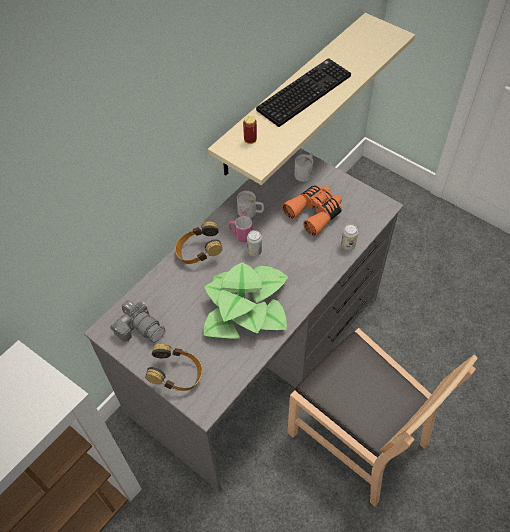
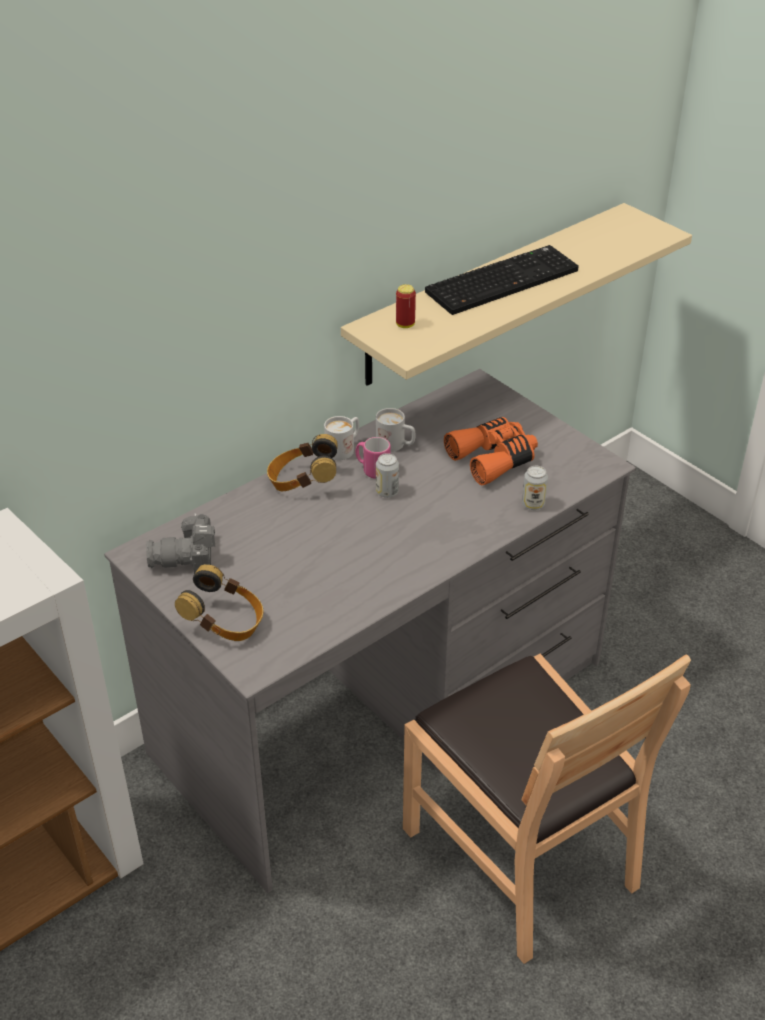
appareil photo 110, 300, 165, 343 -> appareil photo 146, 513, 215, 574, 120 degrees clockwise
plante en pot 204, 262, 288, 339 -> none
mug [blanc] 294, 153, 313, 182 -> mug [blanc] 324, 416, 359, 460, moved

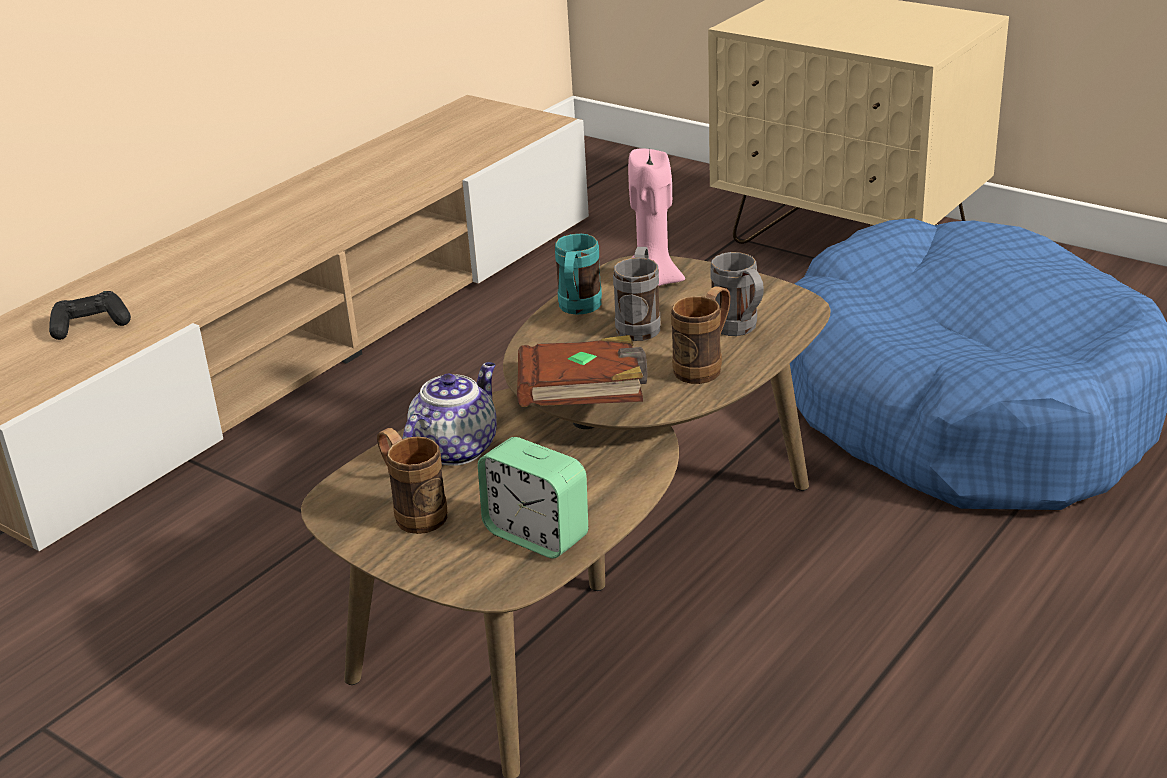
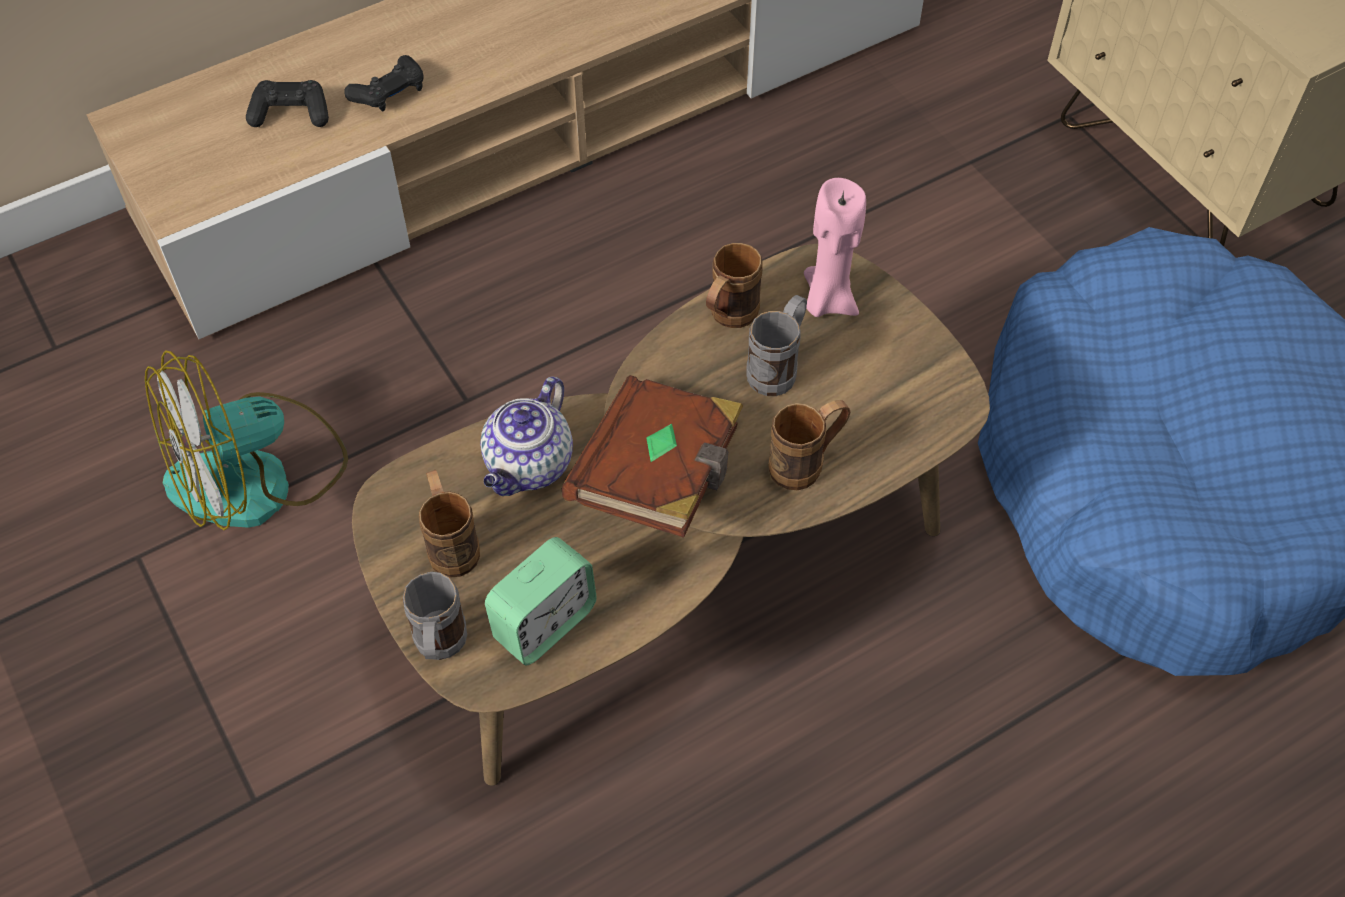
théière 403, 362, 497, 466 -> théière 480, 376, 573, 496, 150 degrees clockwise
réveil 478, 437, 588, 559 -> réveil 485, 537, 597, 665, 105 degrees counterclockwise
mug [turquoise] 555, 234, 602, 315 -> mug [marron] 706, 243, 763, 328
mug [gris] 710, 252, 764, 336 -> mug [gris] 403, 572, 467, 660, moved
none -> ventilateur 145, 350, 348, 530
none -> manette [noir] 344, 55, 424, 111

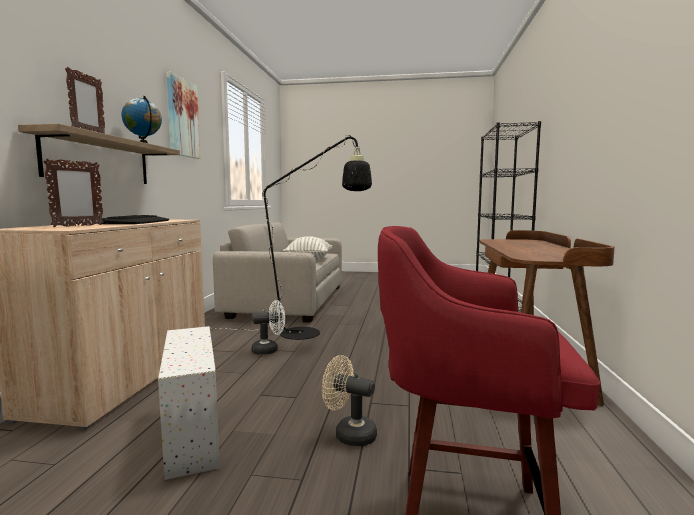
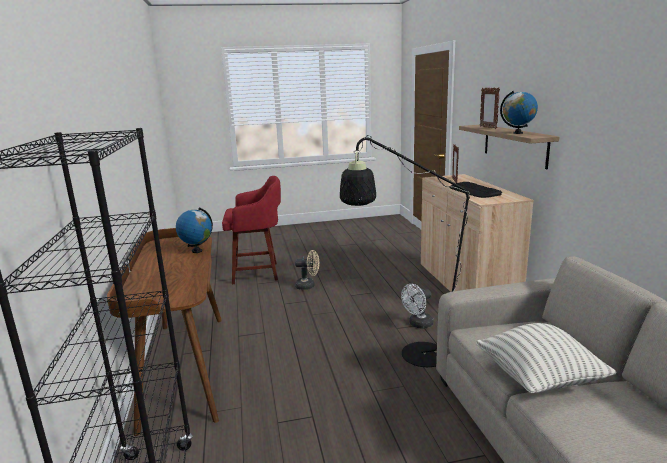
boîte de rangement [blanc] 158, 326, 220, 480 -> none
tableau 166, 72, 201, 159 -> none
none -> globe 176, 207, 213, 253

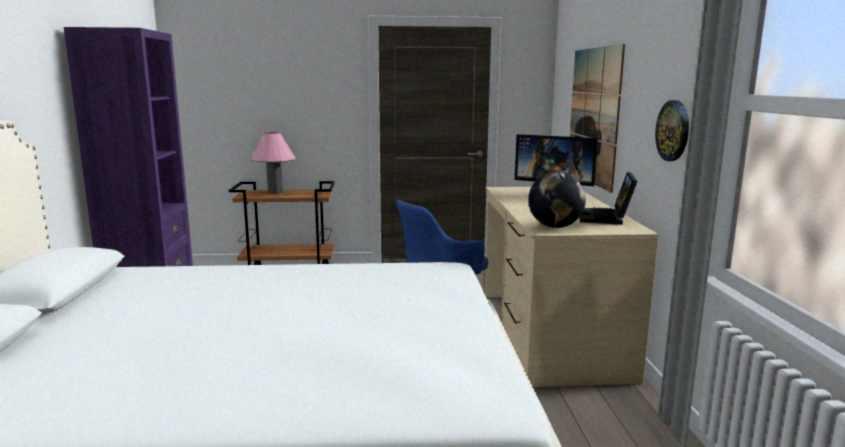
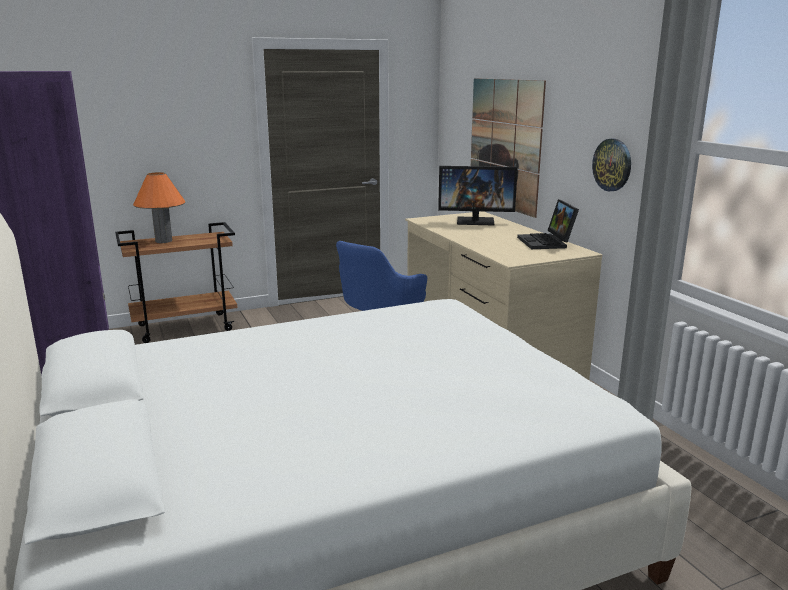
lampe de table [rose] 251, 132, 296, 194 -> lampe de table [orange] 133, 172, 186, 243
globe 528, 171, 586, 228 -> none

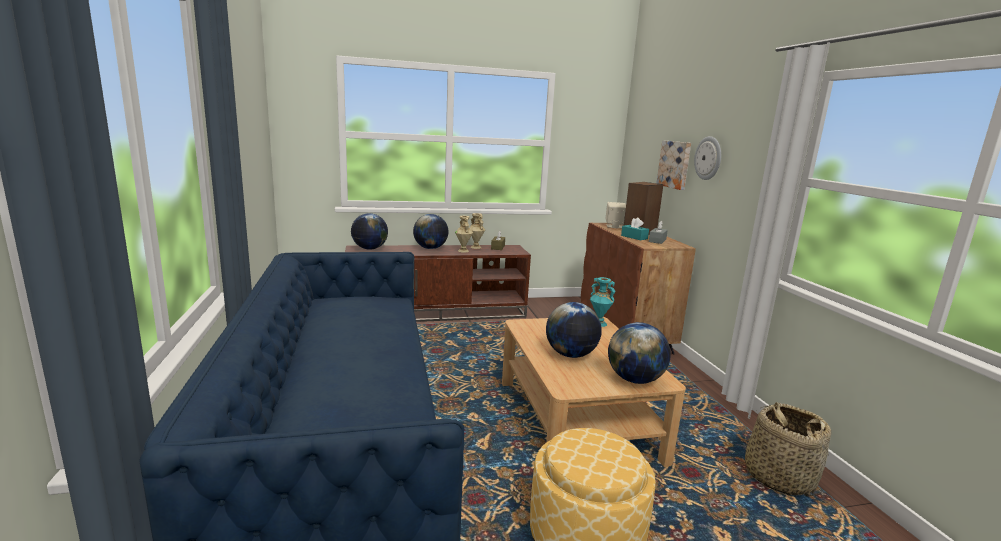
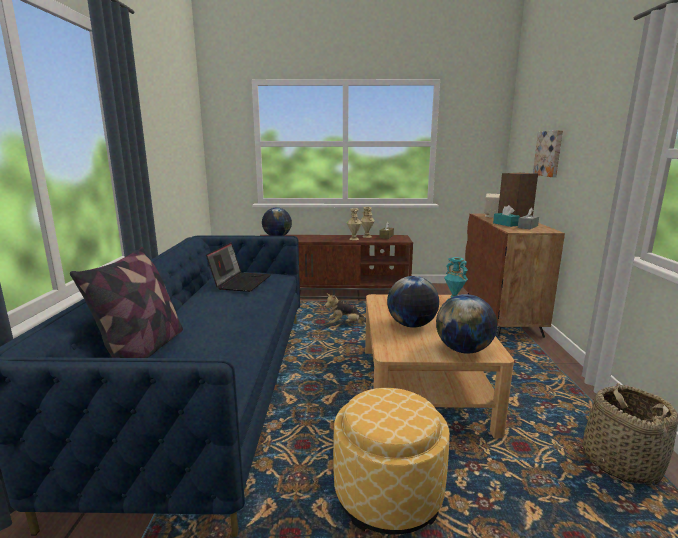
globe 413, 214, 449, 249 -> none
horloge murale 694, 136, 721, 180 -> none
none -> coussin 70, 247, 183, 358
none -> ordinateur portable 206, 242, 271, 292
none -> peluche 325, 293, 366, 324

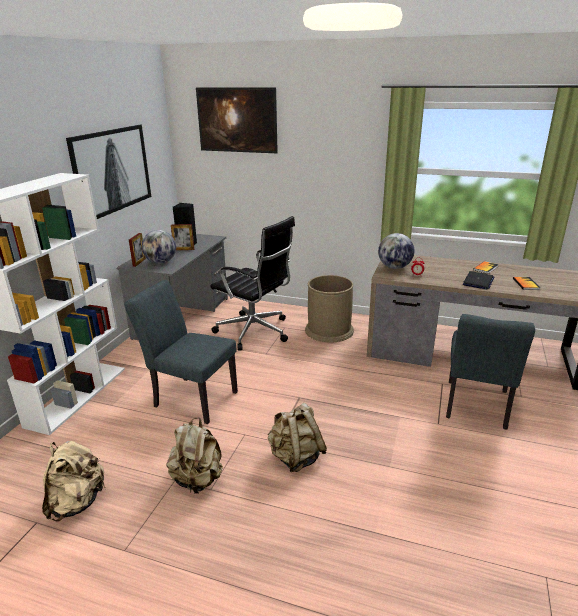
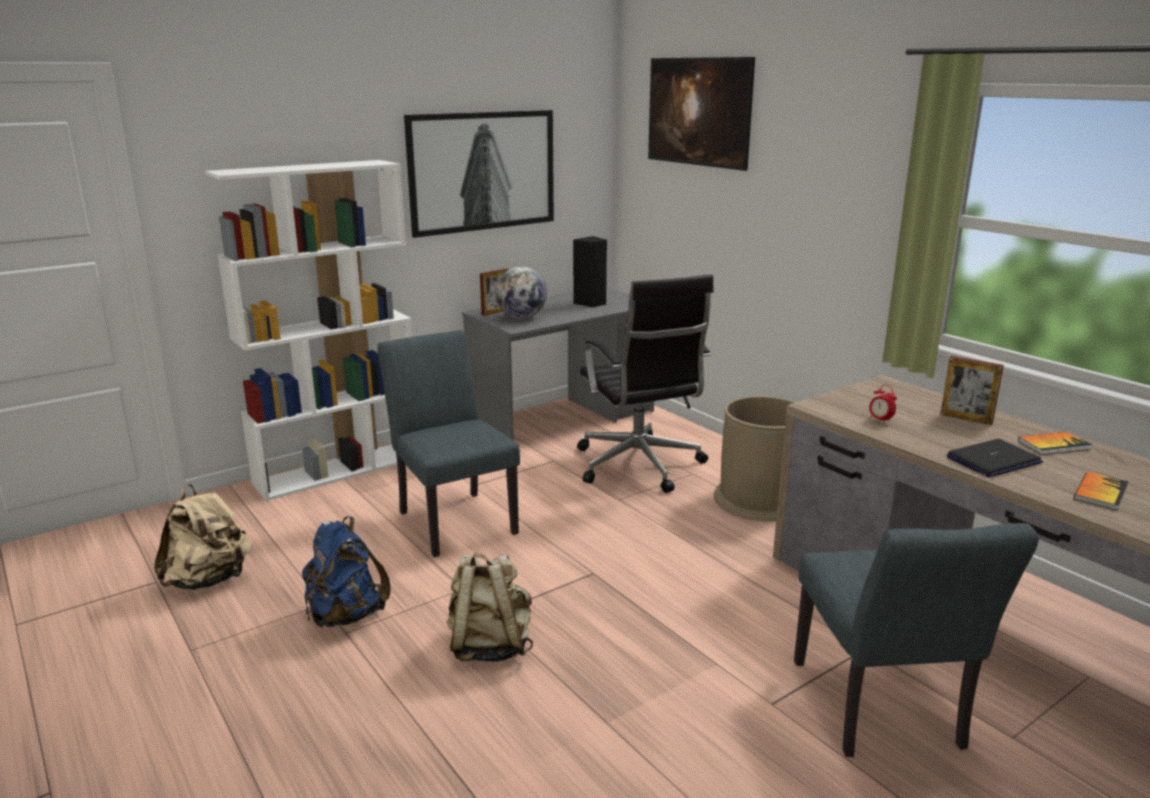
sac à dos [beige] 166, 418, 223, 494 -> sac à dos [bleu] 302, 516, 390, 628
cadre photo 171, 224, 194, 250 -> cadre photo 940, 356, 1004, 425, moved
globe 378, 233, 415, 269 -> none
chaise [gris] 446, 314, 535, 430 -> chaise [gris] 794, 523, 1039, 757, 60 degrees counterclockwise

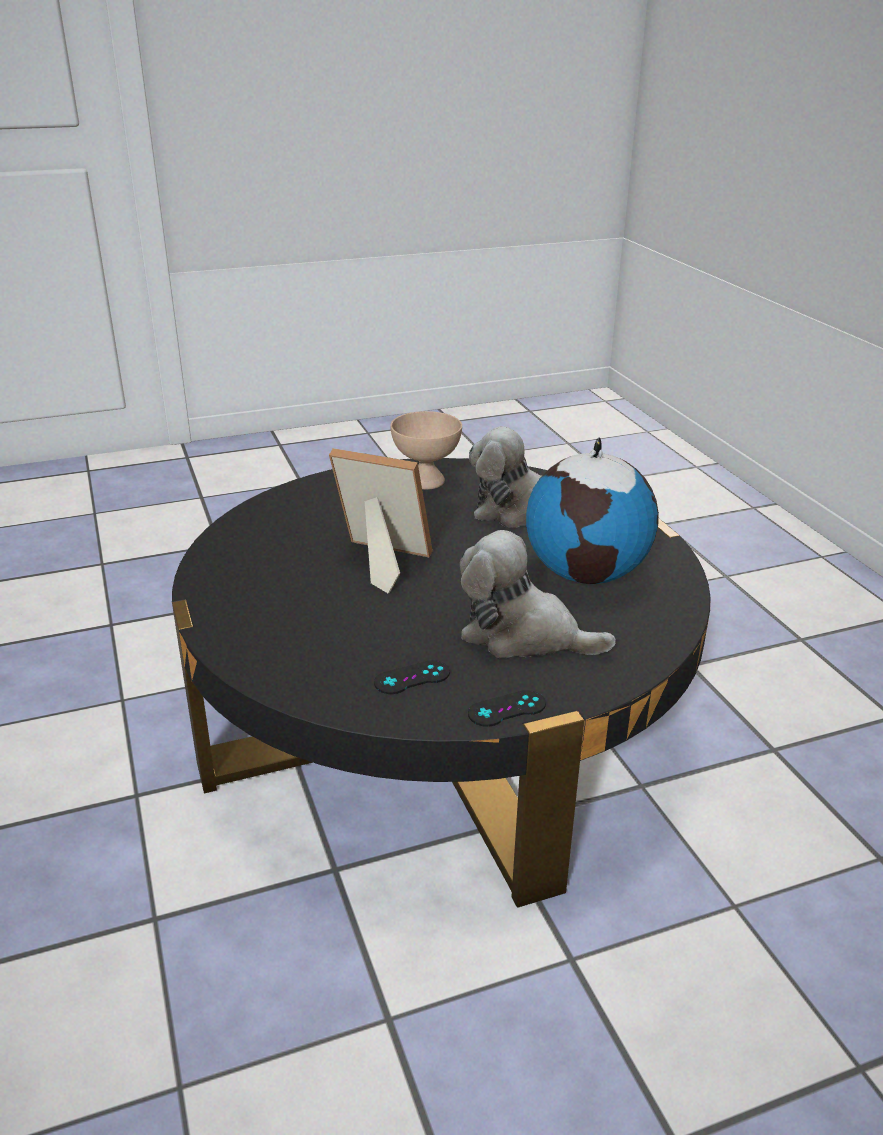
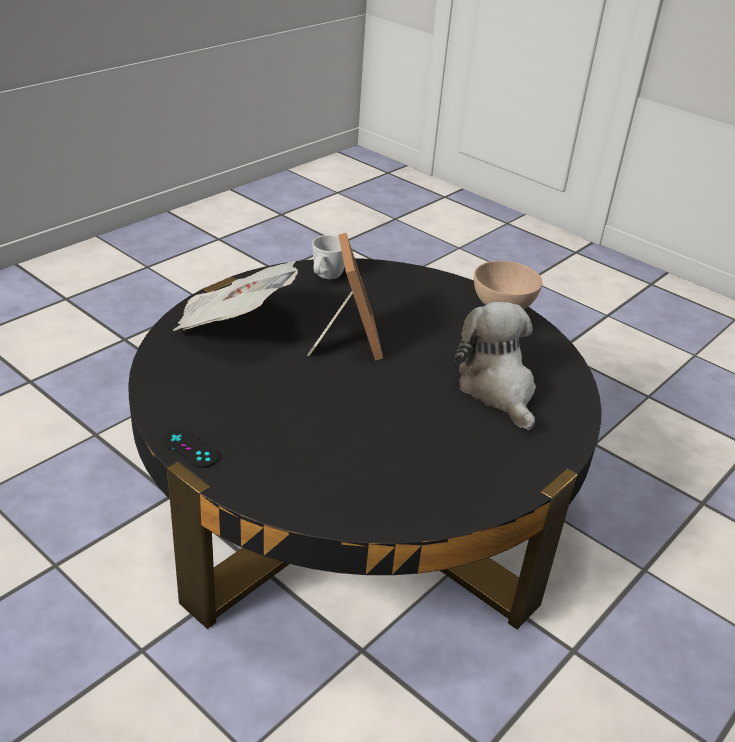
manette [noir] 374, 660, 450, 694 -> none
peluche 460, 530, 616, 658 -> none
globe 526, 437, 659, 584 -> none
none -> journal 173, 261, 298, 331
none -> mug [blanc] 312, 235, 345, 279

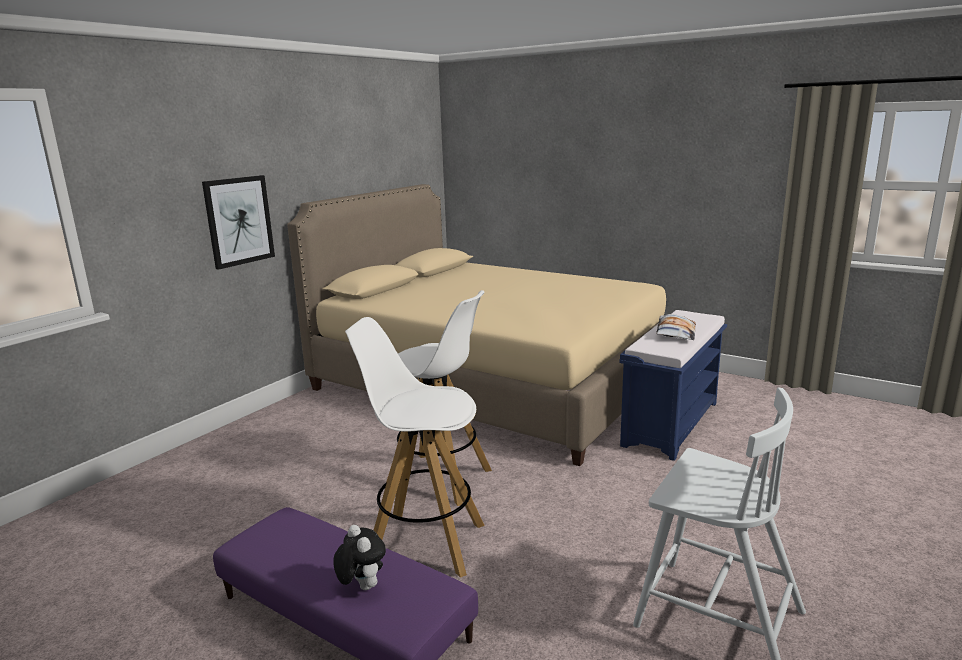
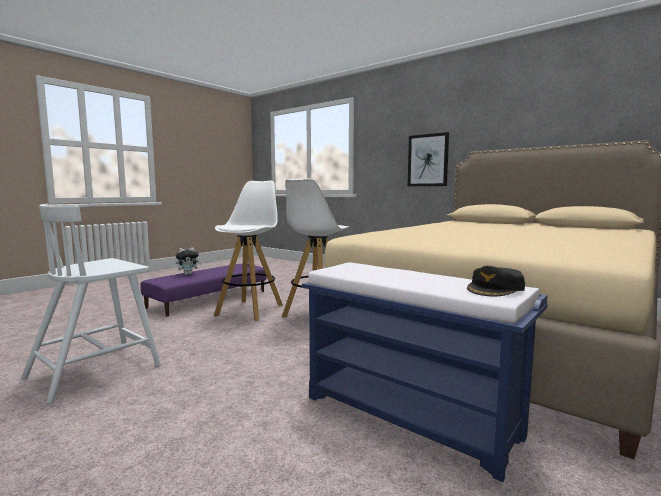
coussin 656, 314, 696, 340 -> none
none -> casquette [noir] 467, 266, 525, 296

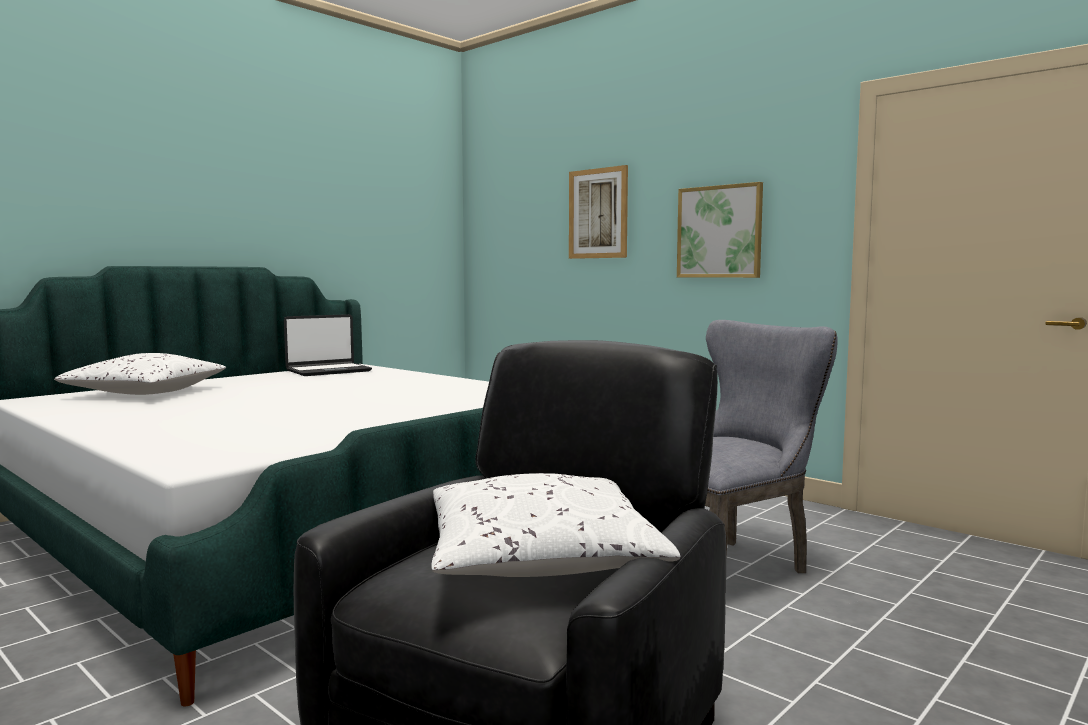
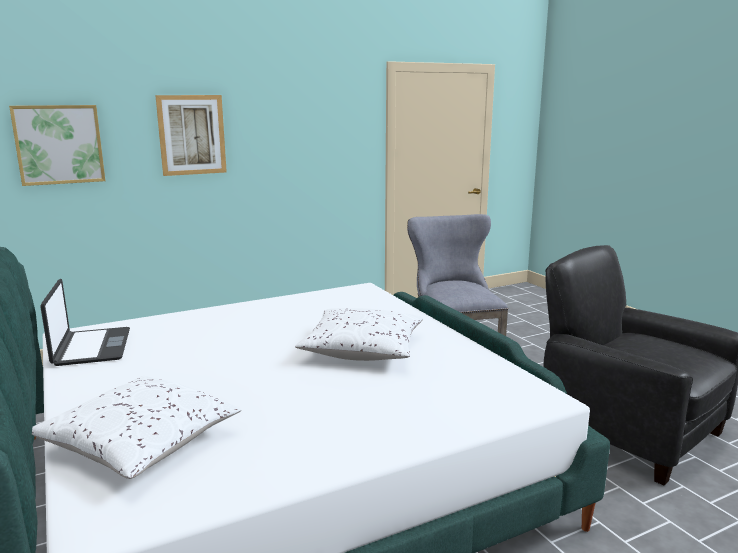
coussin [blanc] 431, 473, 680, 577 -> coussin [blanc] 295, 308, 423, 361, moved
tableau 677, 182, 763, 278 -> tableau 9, 105, 105, 186, moved

